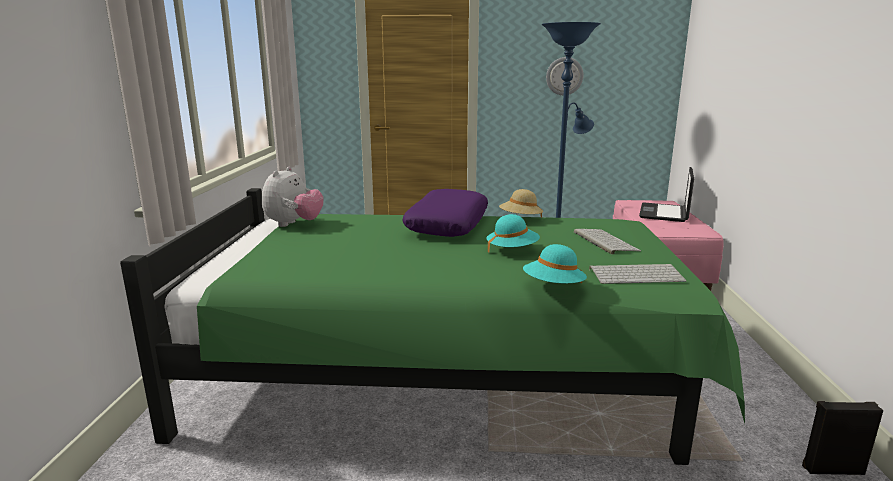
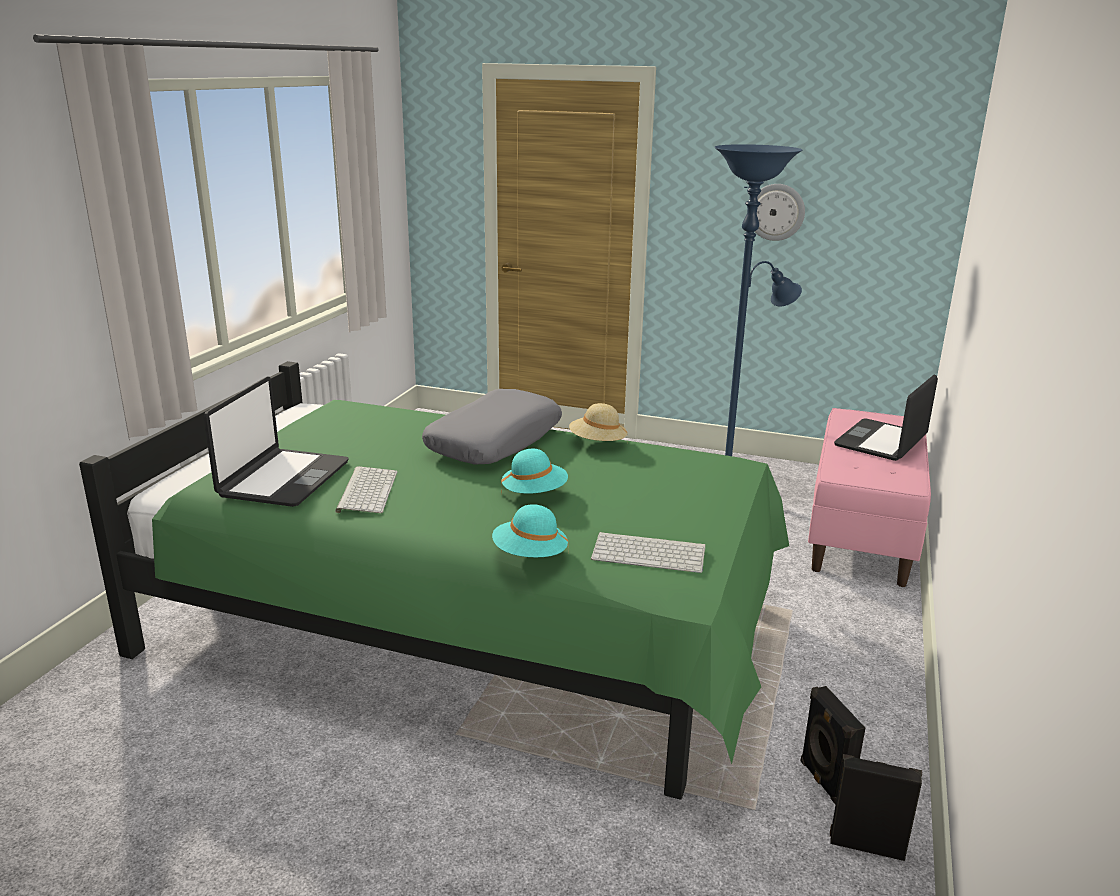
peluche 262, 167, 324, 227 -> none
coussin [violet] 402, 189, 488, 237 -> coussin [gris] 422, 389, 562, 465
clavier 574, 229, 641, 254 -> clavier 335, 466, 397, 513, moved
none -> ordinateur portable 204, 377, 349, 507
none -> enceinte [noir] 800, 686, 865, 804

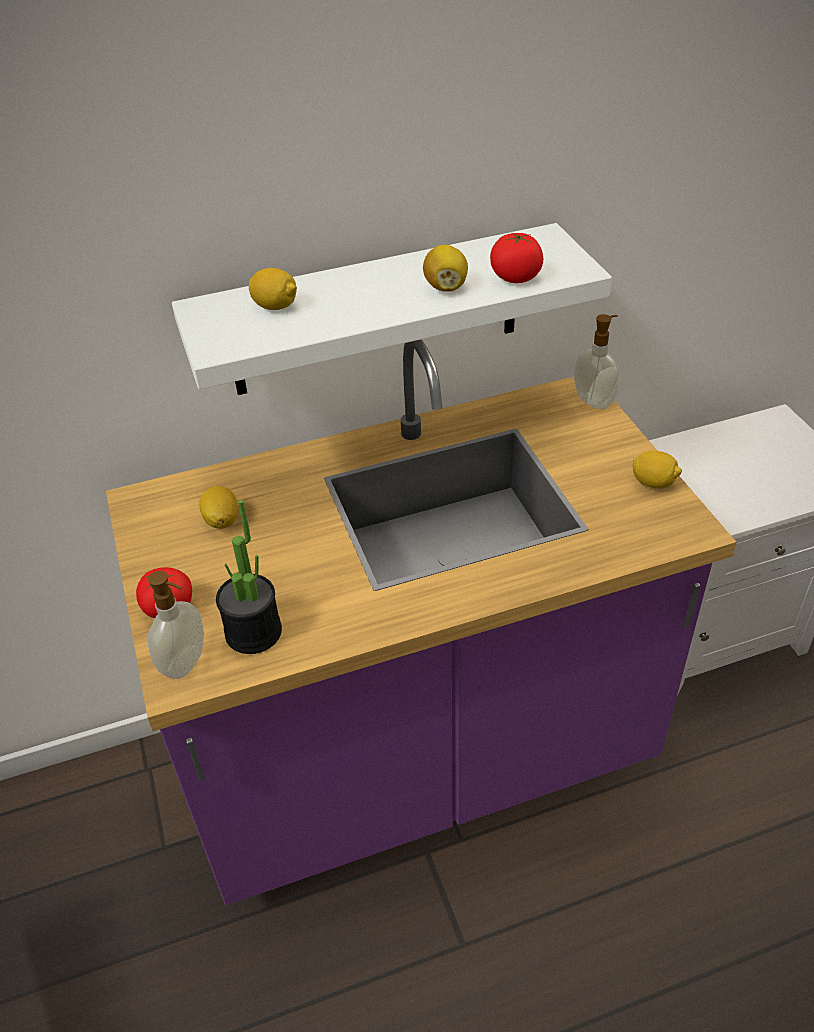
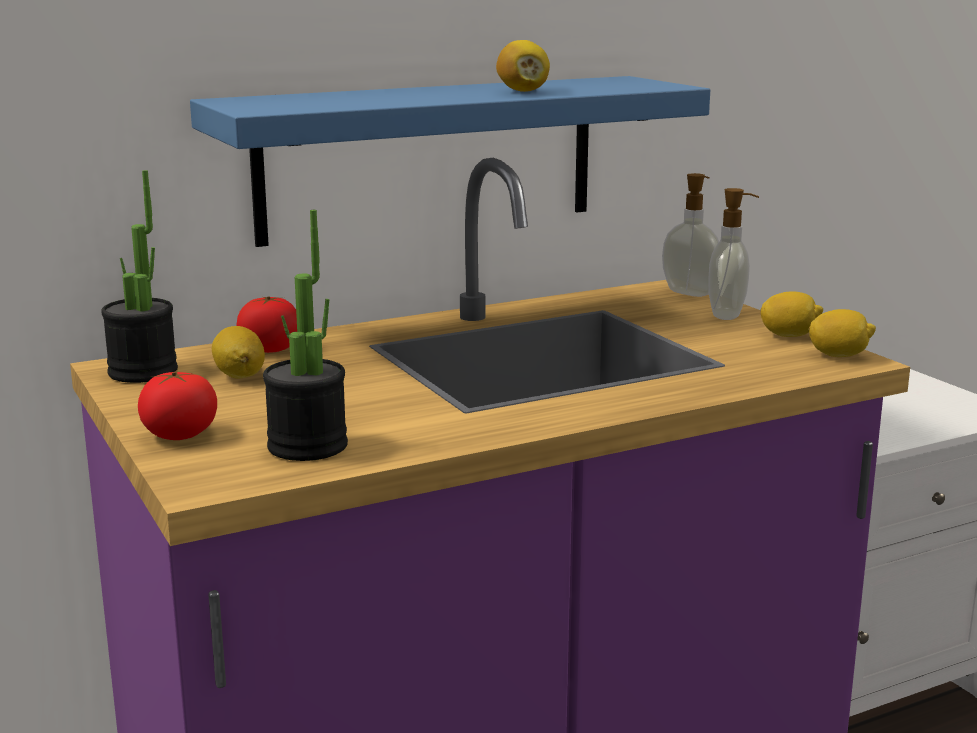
distributeur de savon 148, 570, 204, 679 -> distributeur de savon 708, 188, 759, 320, moved
étagère [blanc] 172, 223, 612, 395 -> étagère [bleu] 190, 76, 710, 247
citron 249, 268, 297, 310 -> citron 809, 309, 876, 357, moved
tomate 490, 233, 543, 283 -> tomate 236, 297, 297, 353, moved
none -> plante en pot 101, 170, 178, 383

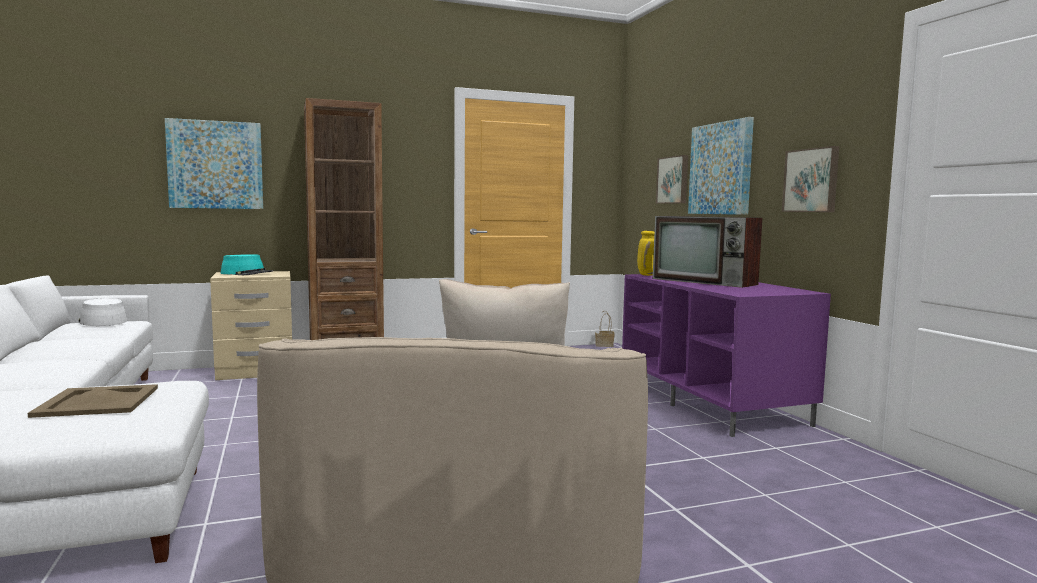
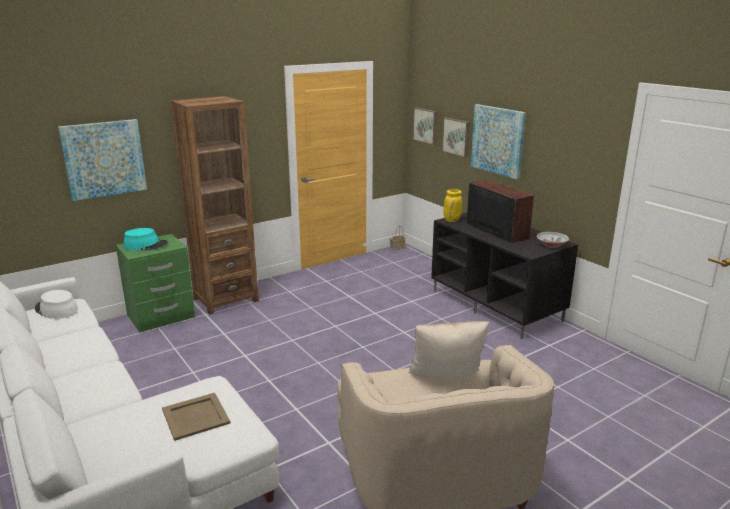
table de chevet [beige] 210, 271, 292, 380 -> table de chevet [vert] 116, 234, 195, 332
meuble télé [violet] 622, 274, 831, 437 -> meuble télé [noir] 431, 213, 578, 339
téléviseur 653, 216, 762, 288 -> téléviseur 466, 180, 534, 244, 150 degrees counterclockwise
tableau 782, 146, 839, 212 -> tableau 412, 107, 437, 145, moved
none -> bol 537, 232, 569, 248

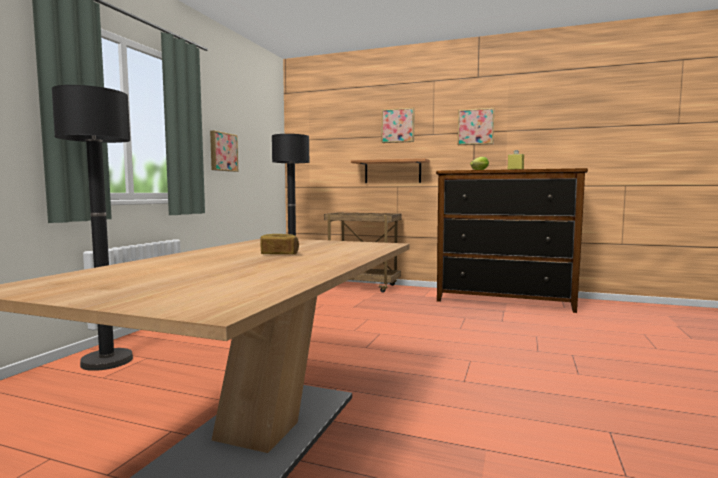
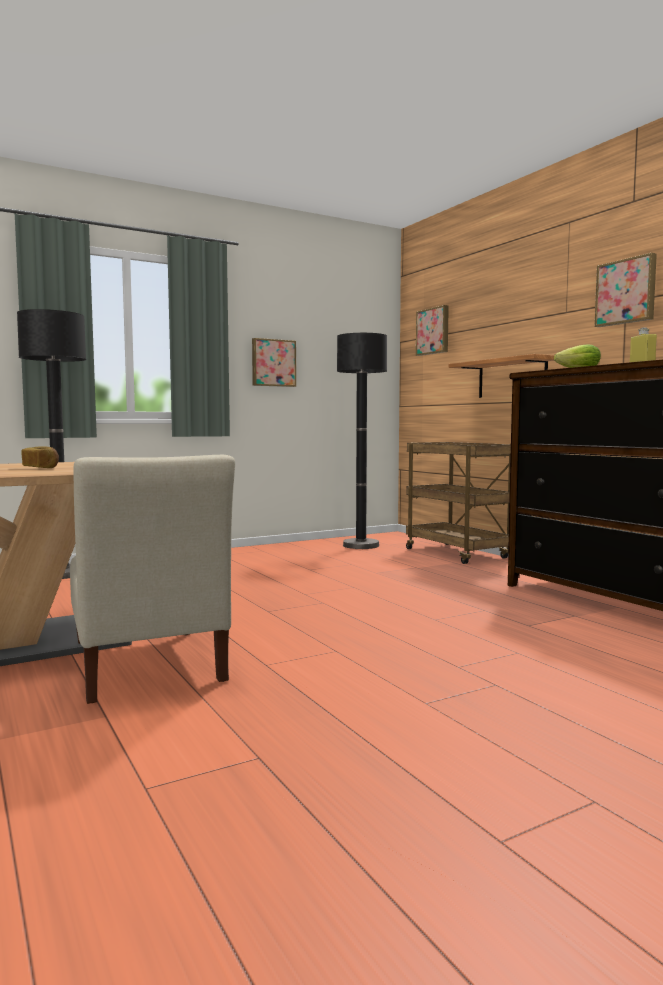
tableau 382, 108, 415, 143 -> tableau 416, 305, 449, 356, moved
none -> chaise [beige] 70, 455, 235, 704

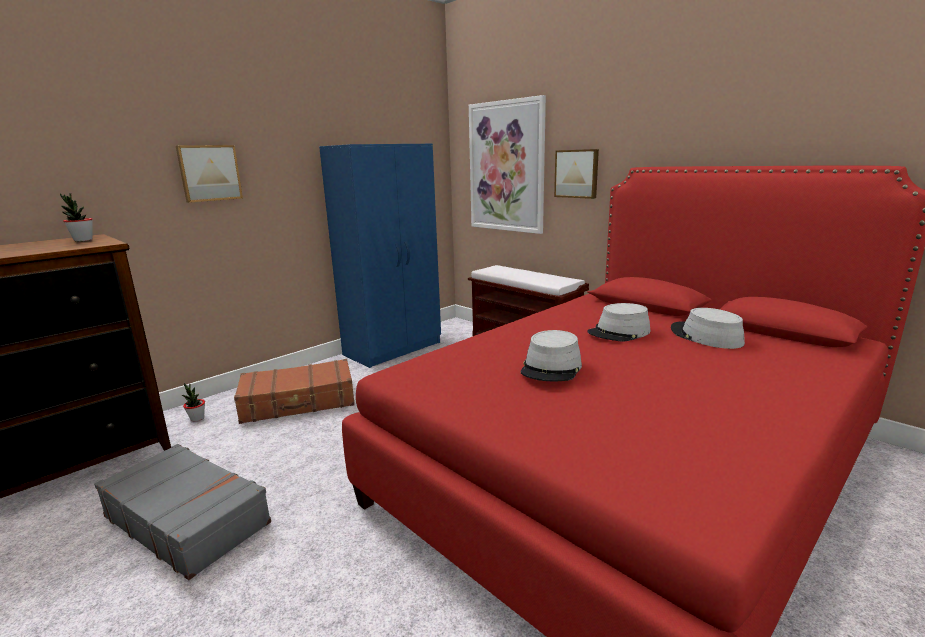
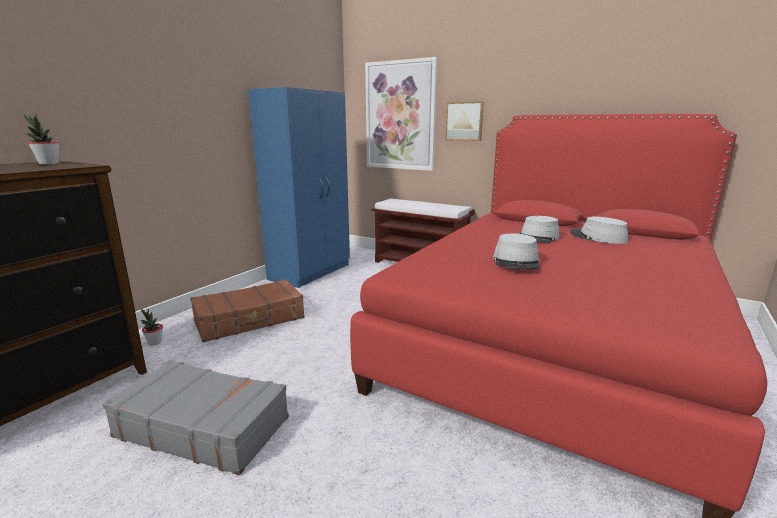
tableau 176, 145, 243, 203 -> none

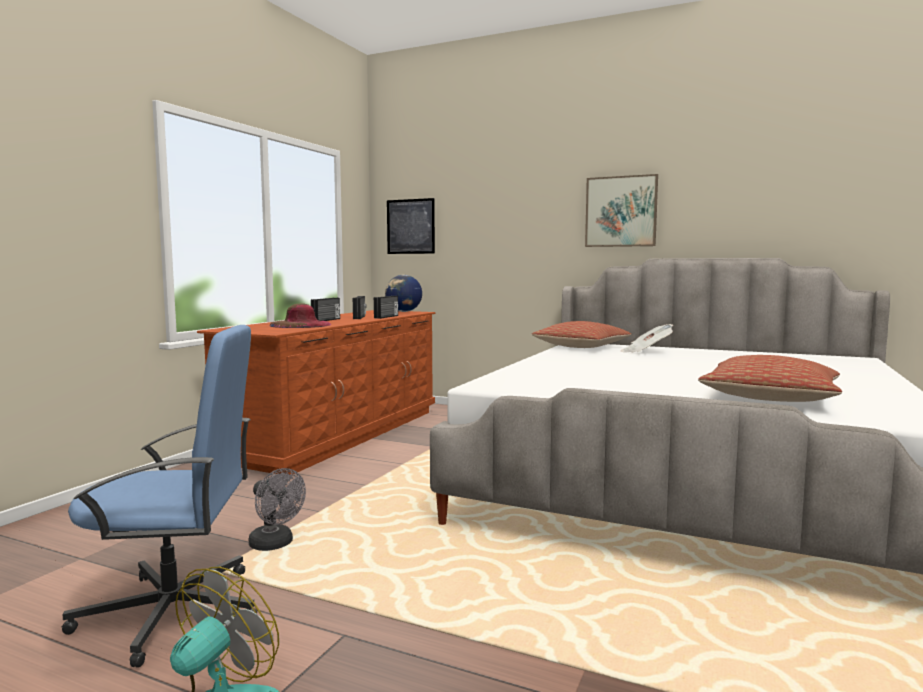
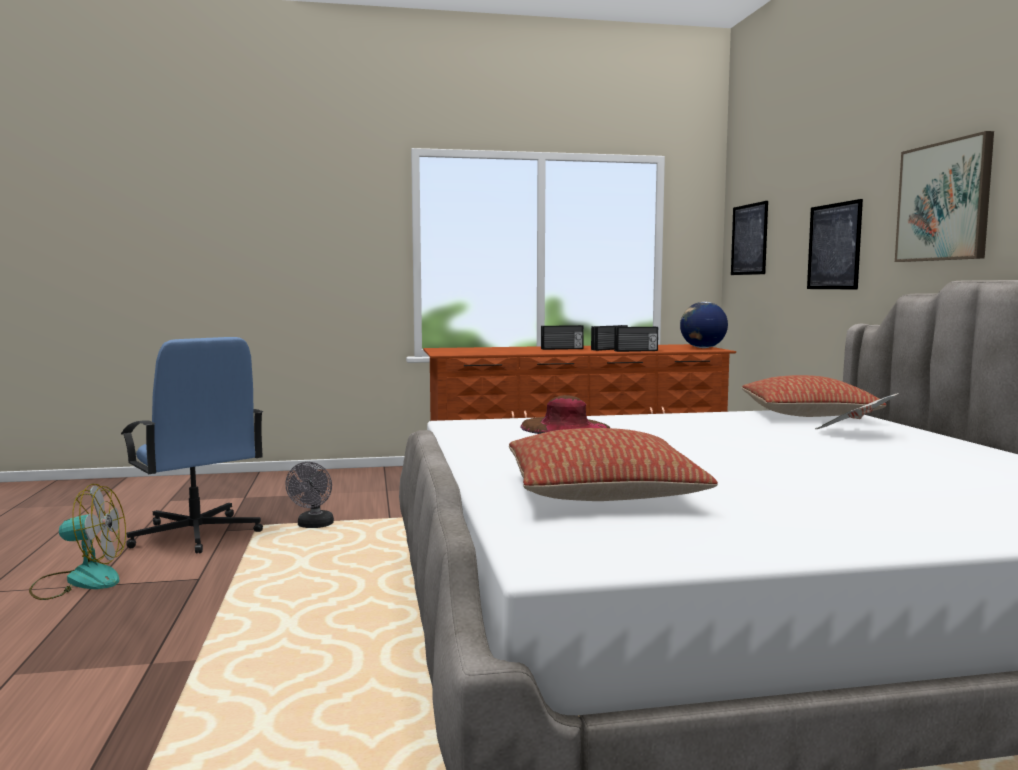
chapeau [marron] 270, 303, 331, 328 -> chapeau [marron] 520, 395, 610, 434, moved
none -> tableau 807, 199, 863, 289

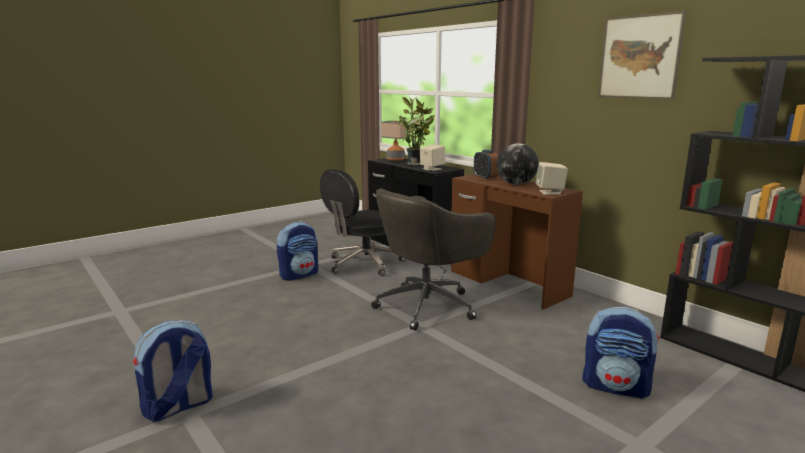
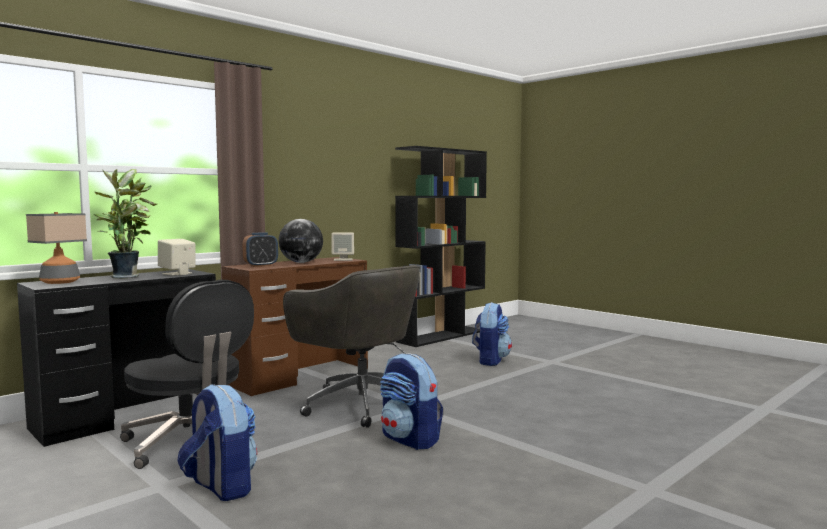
sac à dos 133, 320, 213, 422 -> sac à dos 380, 353, 443, 450, moved
tableau 598, 11, 686, 100 -> none

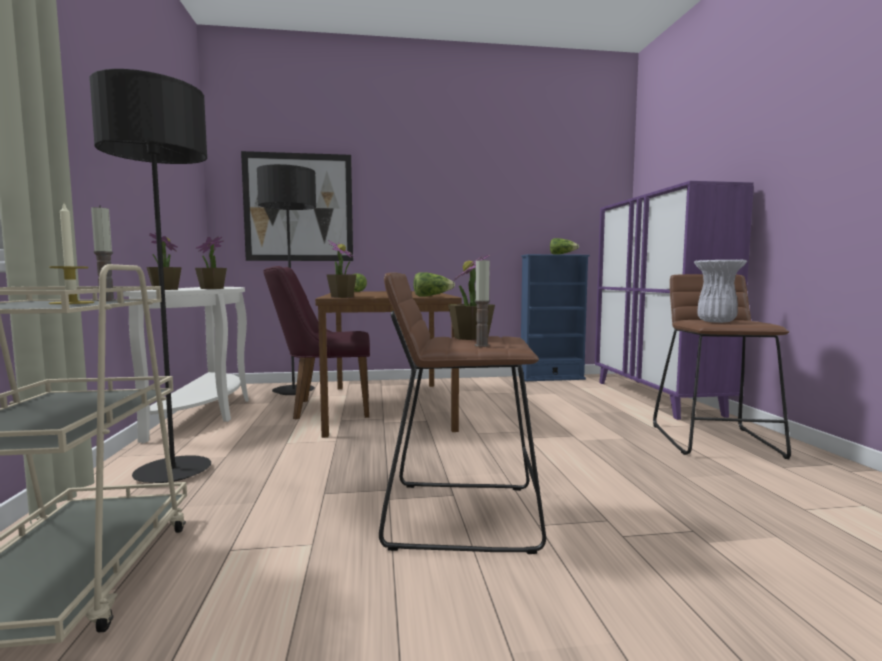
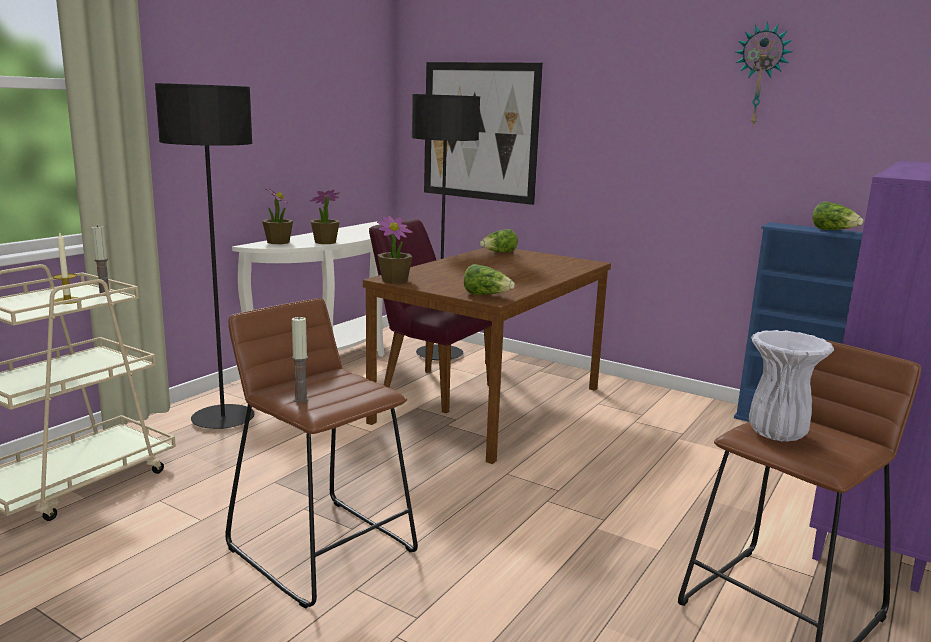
plante en pot 448, 255, 495, 340 -> none
none -> horloge murale 736, 22, 792, 125

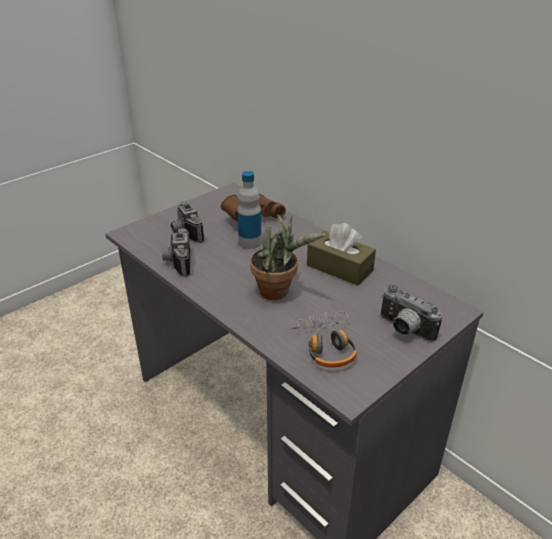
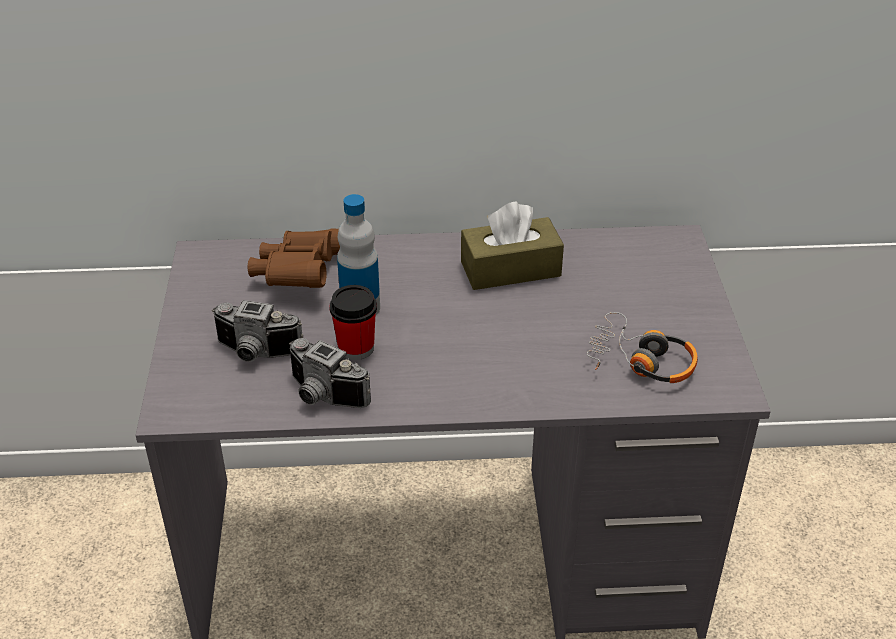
plante en pot 250, 214, 325, 300 -> none
appareil photo 381, 284, 443, 342 -> none
none -> tasse 329, 285, 377, 360

